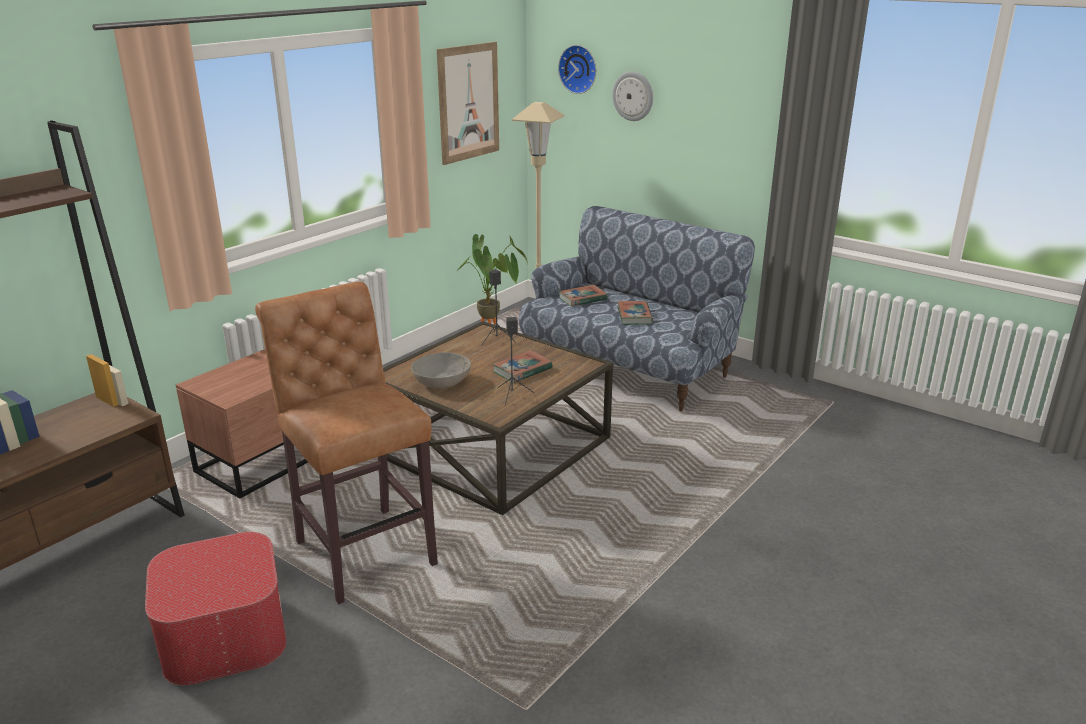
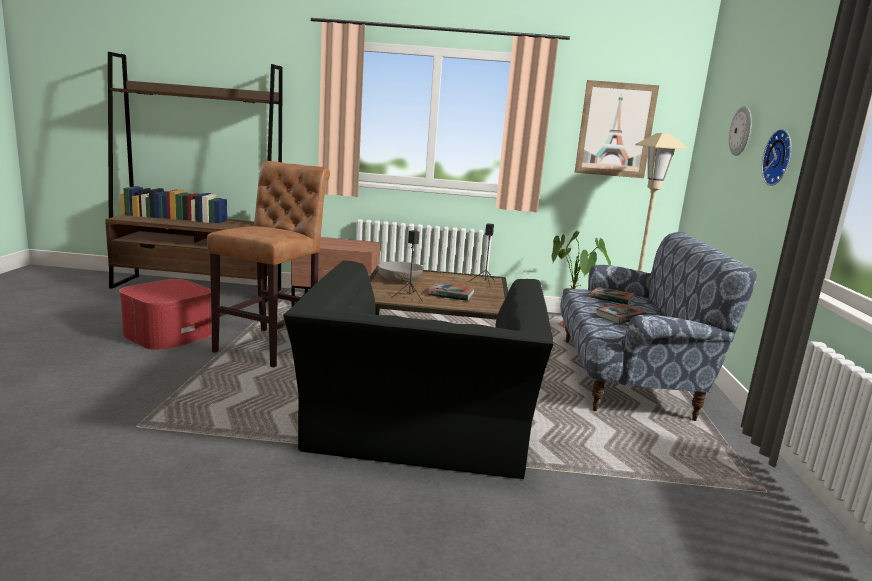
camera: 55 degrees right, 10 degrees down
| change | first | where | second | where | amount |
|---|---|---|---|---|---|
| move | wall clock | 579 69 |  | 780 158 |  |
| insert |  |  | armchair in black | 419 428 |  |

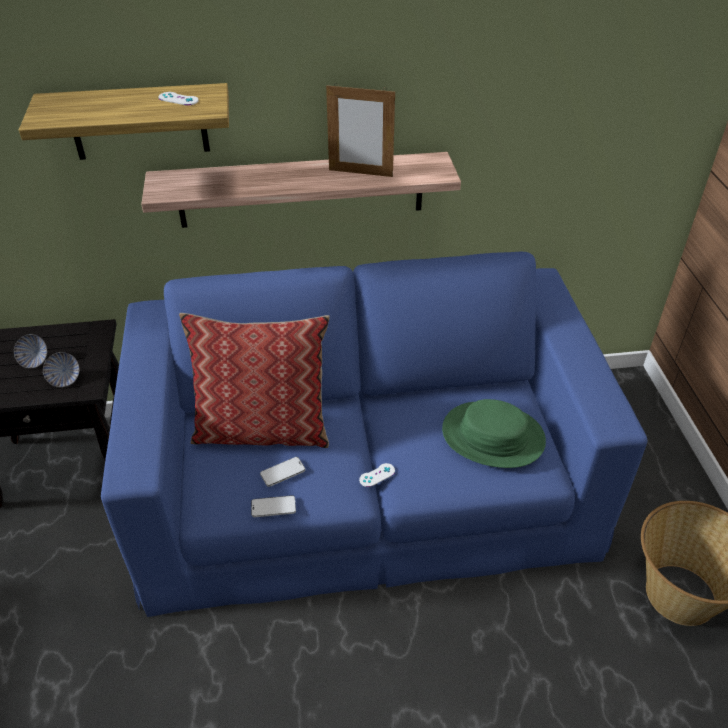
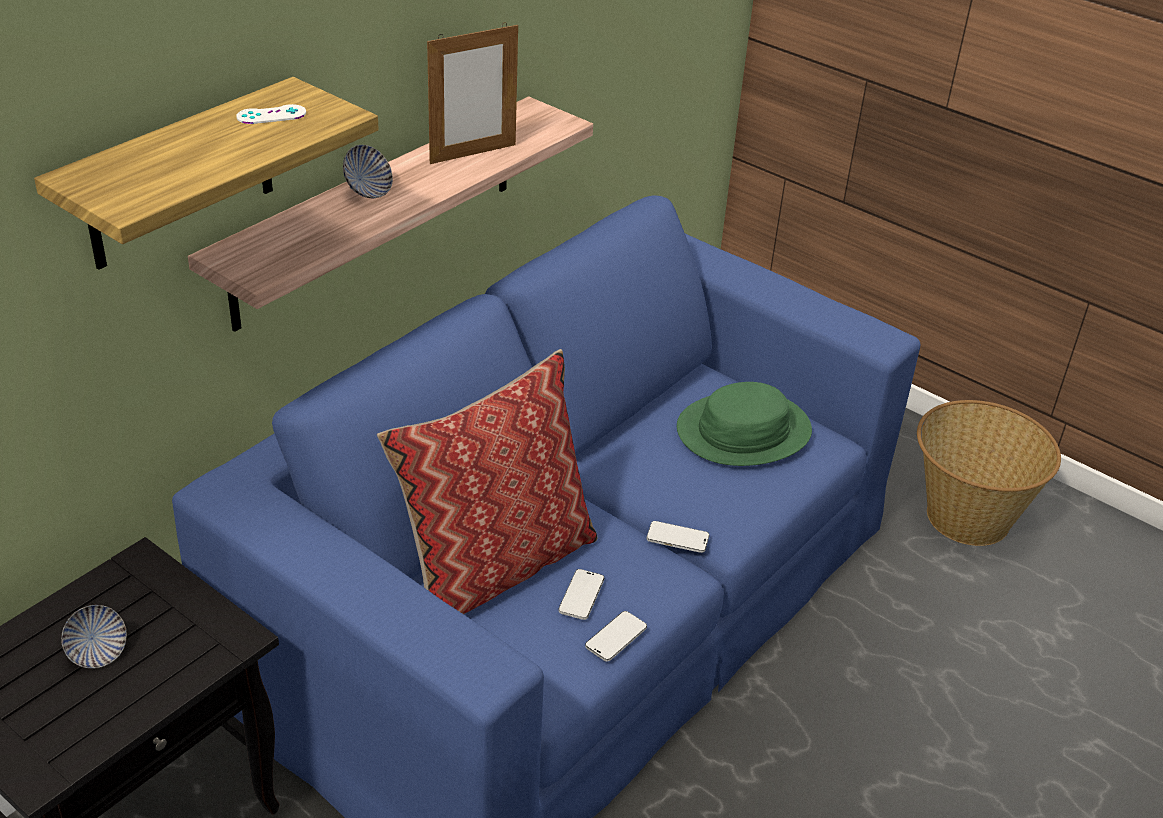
camera: 45 degrees left, 5 degrees down
| change | first | where | second | where | amount |
|---|---|---|---|---|---|
| move | bowl | 65 379 |  | 368 191 |  |
| replace | game controller in white | 377 475 | phone | 677 538 |  |

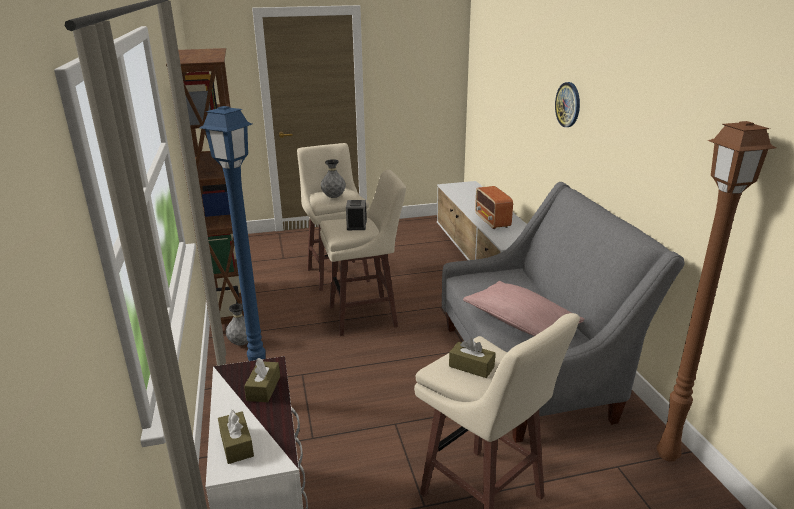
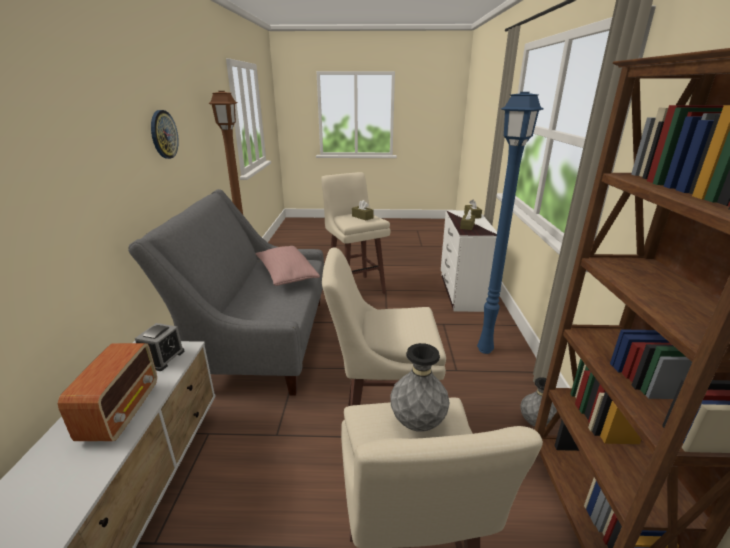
camera: 165 degrees left, 0 degrees up
| change | first | where | second | where | amount |
|---|---|---|---|---|---|
| move | alarm clock | 356 225 |  | 163 358 |  |
| move | wall clock | 568 104 |  | 163 134 |  |

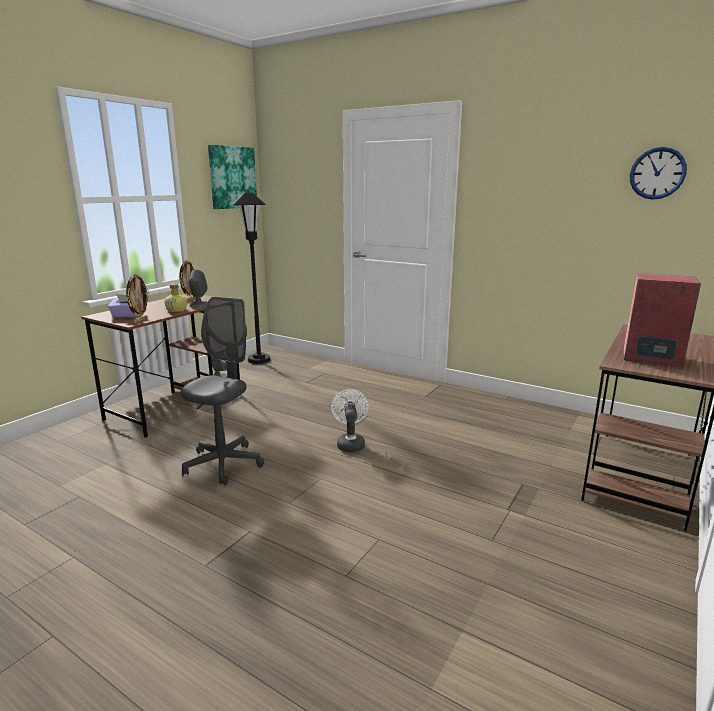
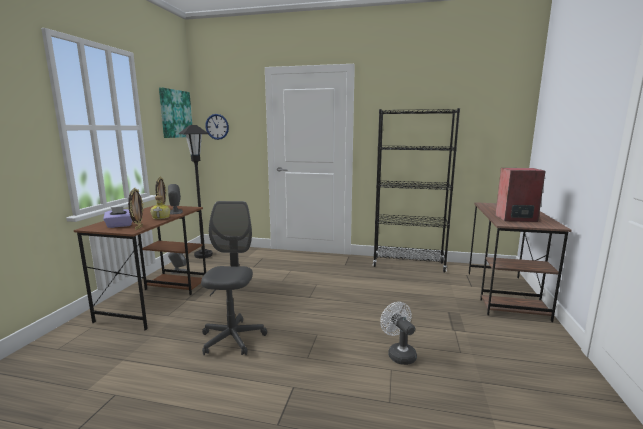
camera: 20 degrees left, 5 degrees down
| change | first | where | second | where | amount |
|---|---|---|---|---|---|
| move | fan in white | 350 443 |  | 399 353 |  |
| move | wall clock | 657 173 |  | 217 126 |  |
| insert |  |  | bookcase in black | 408 265 |  |

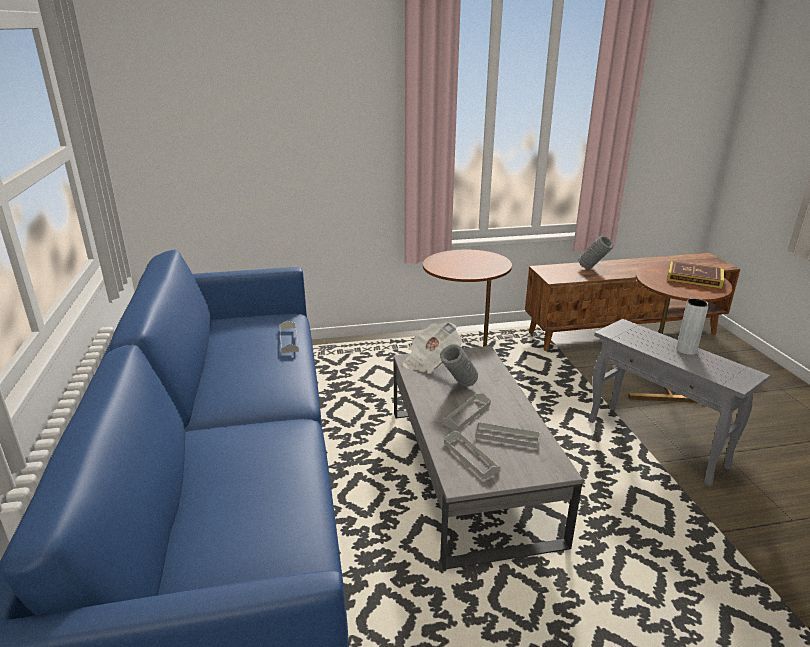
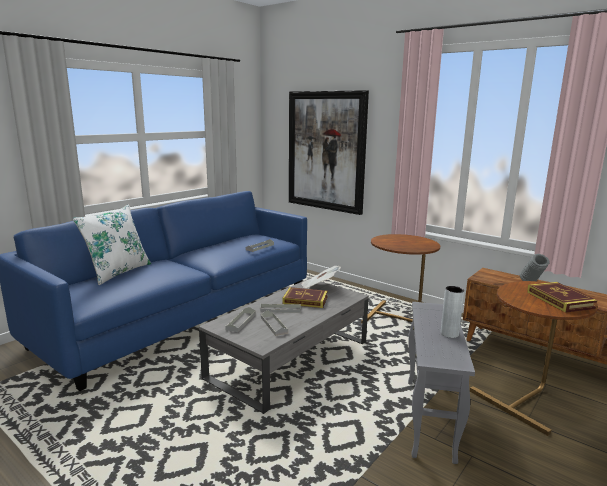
camera: 50 degrees right, 10 degrees down
| change | first | where | second | where | amount |
|---|---|---|---|---|---|
| replace | vase in grey | 458 386 | book | 305 300 |  |
| insert |  |  | pillow in white | 117 272 |  |
| insert |  |  | picture | 326 151 |  |

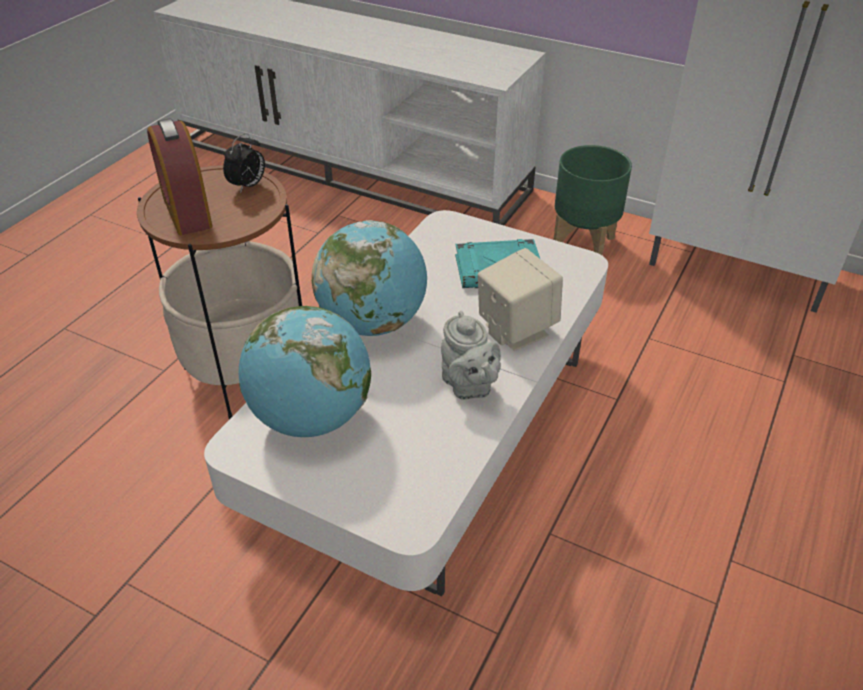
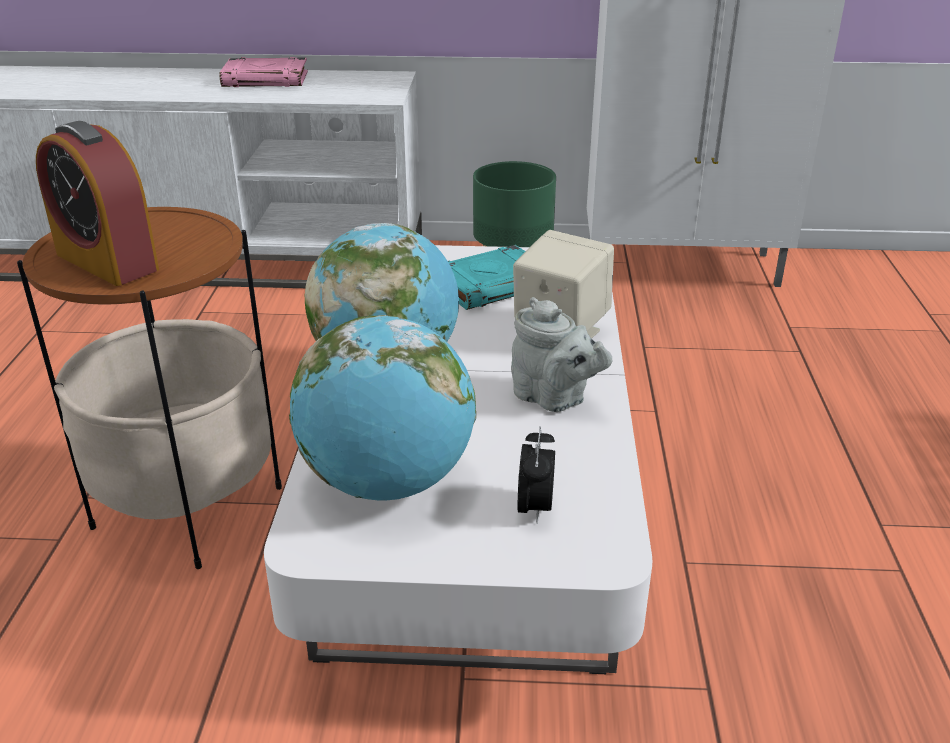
camera: 25 degrees left, 10 degrees down
| change | first | where | second | where | amount |
|---|---|---|---|---|---|
| move | alarm clock | 248 186 |  | 535 508 |  |
| insert |  |  | book in pink | 266 80 |  |

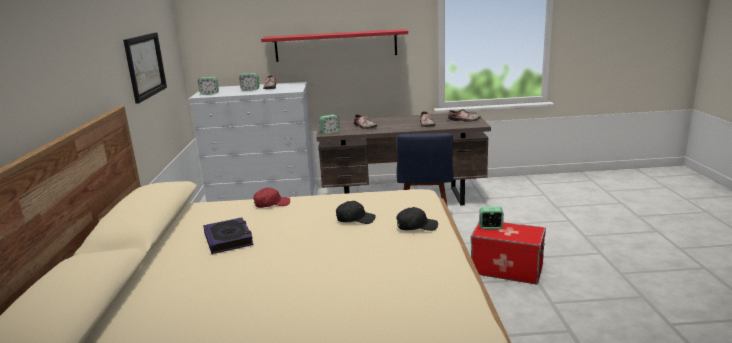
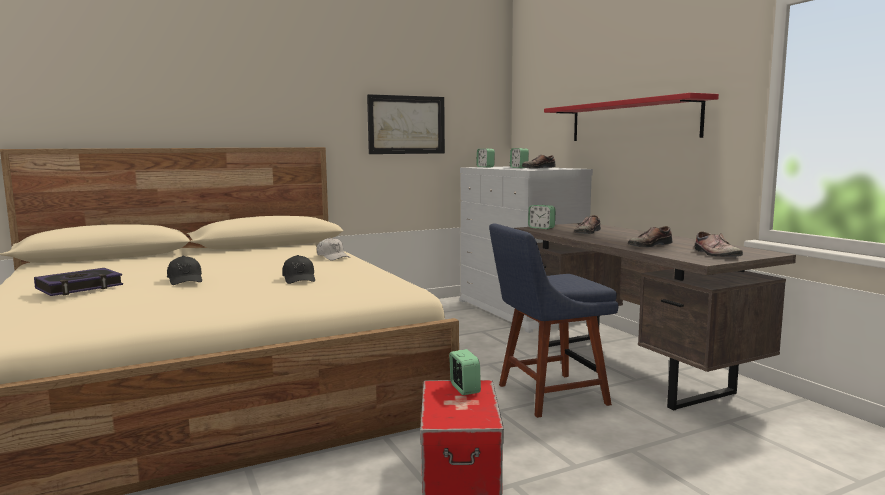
camera: 65 degrees right, 10 degrees down
| change | first | where | second | where | amount |
|---|---|---|---|---|---|
| move | book | 228 239 |  | 79 287 |  |
| recolor | cap in red | 271 204 | cap in white | 333 257 |  |
| move | cap in black | 416 226 |  | 185 280 |  |

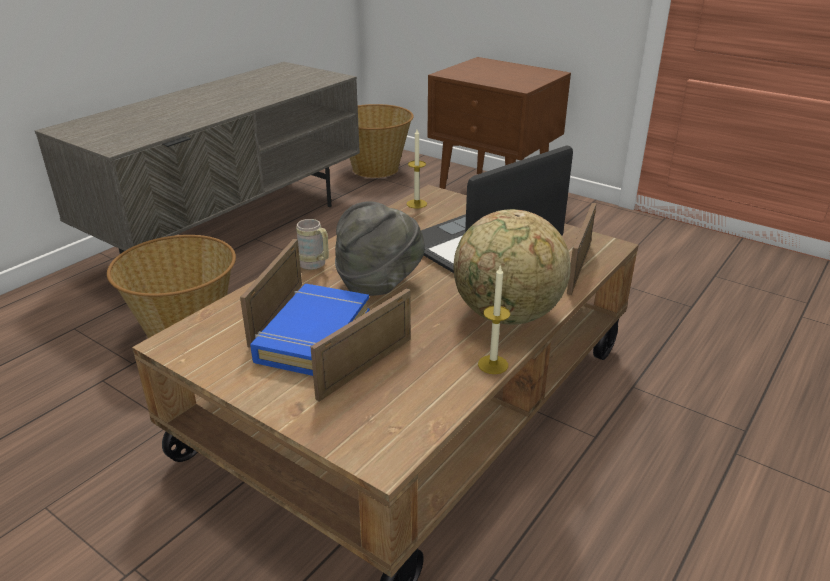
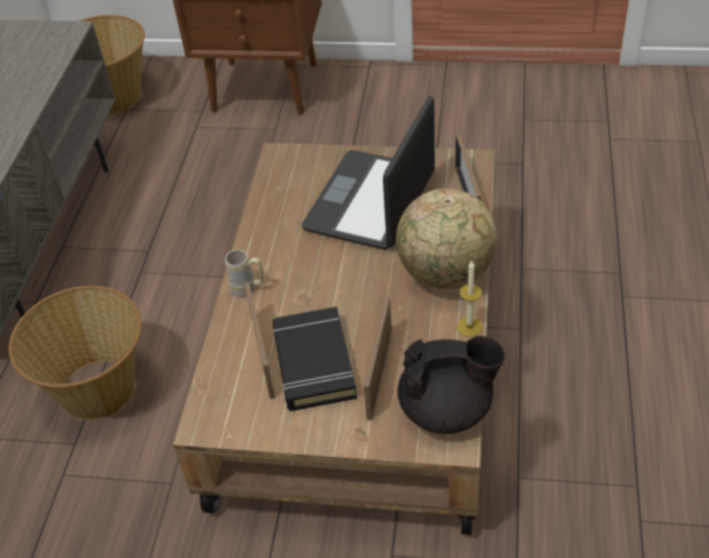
camera: 25 degrees left, 15 degrees up
| change | first | where | second | where | amount |
|---|---|---|---|---|---|
| recolor | book in blue | 313 336 | book in black | 313 364 |  |
| delete | hat in grey | 379 283 |  |  |  |
| delete | candle | 416 204 |  |  |  |
| insert |  |  | teapot in black | 447 409 |  |

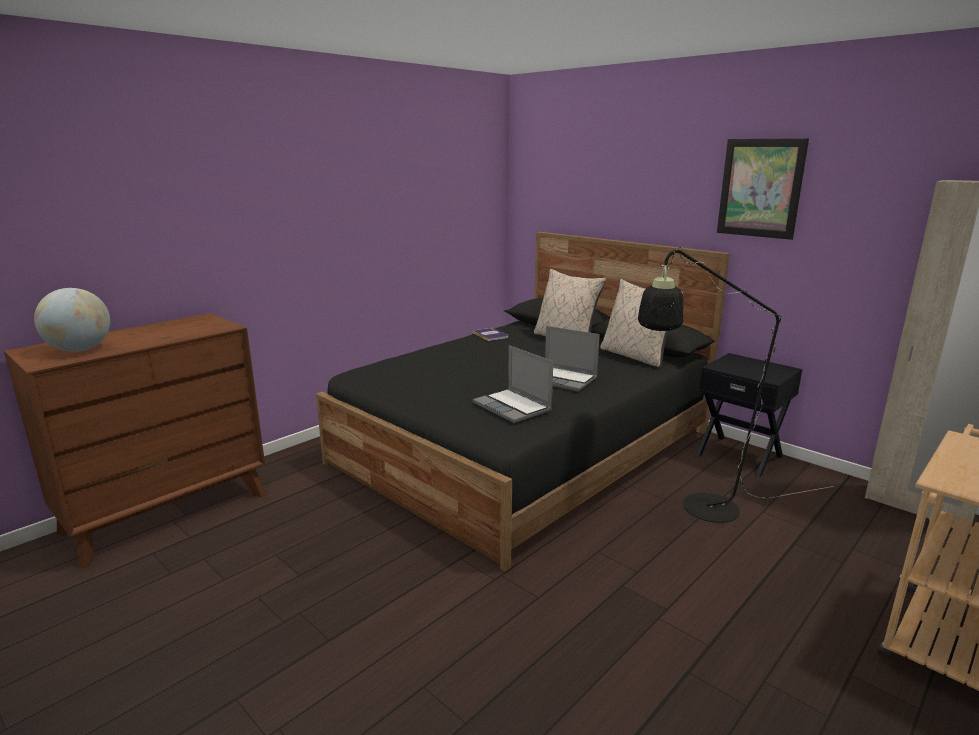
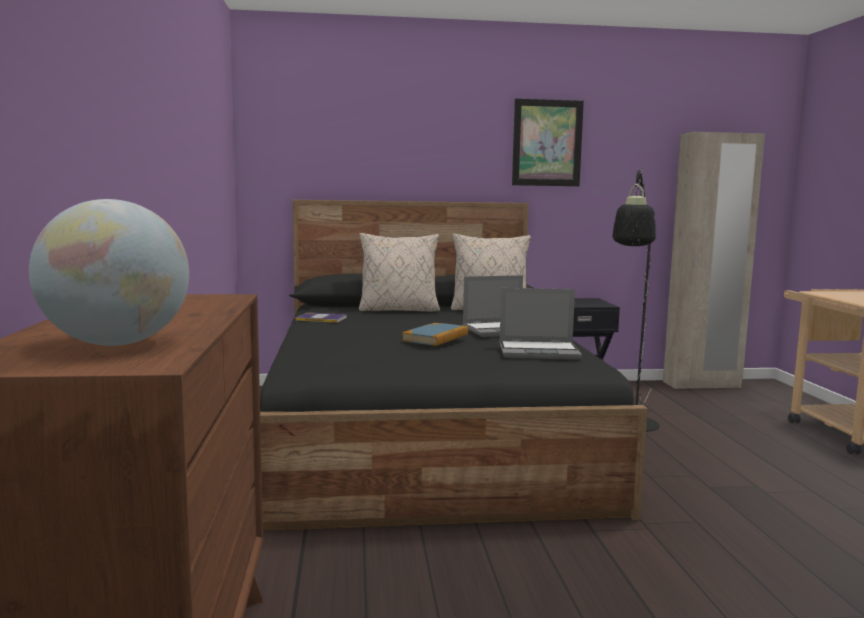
camera: 50 degrees left, 10 degrees down
| change | first | where | second | where | amount |
|---|---|---|---|---|---|
| insert |  |  | book | 436 337 |  |

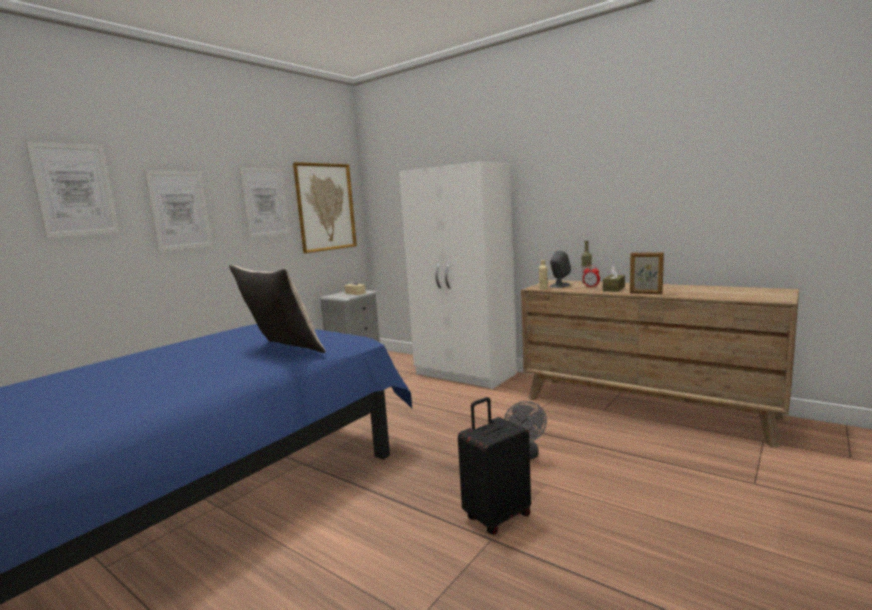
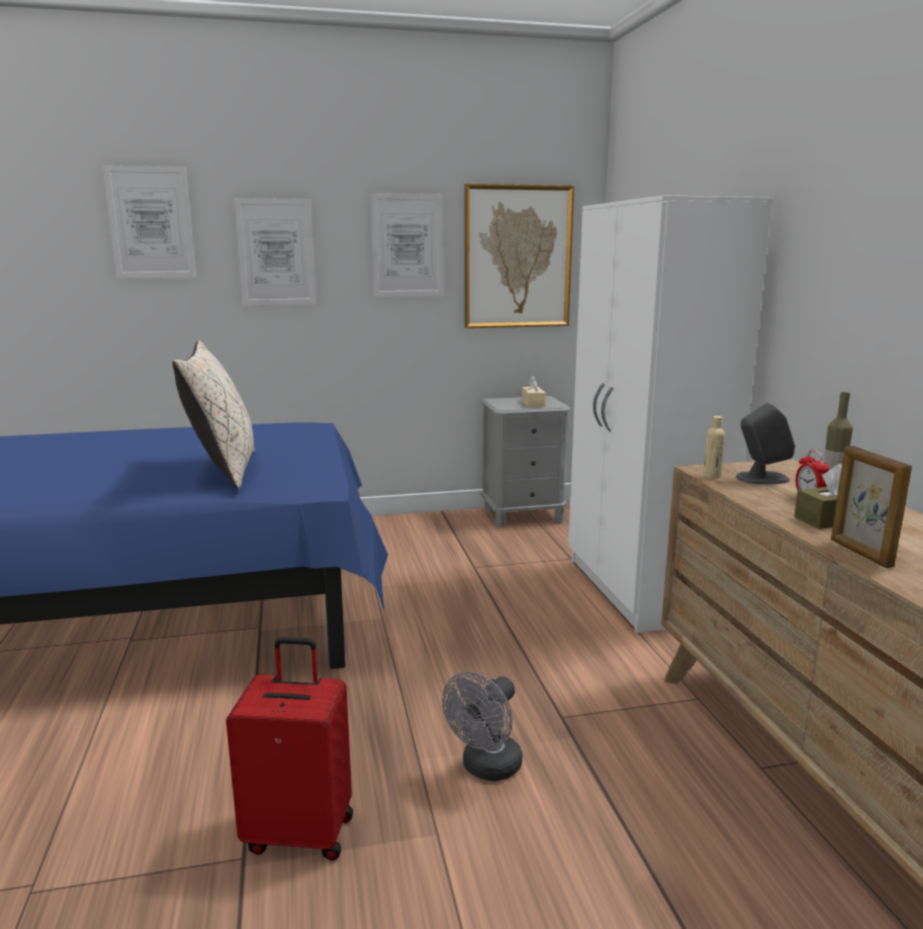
camera: 40 degrees right, 5 degrees up
| change | first | where | second | where | amount |
|---|---|---|---|---|---|
| recolor | suitcase in black | 496 516 | suitcase in red | 300 832 |  |

